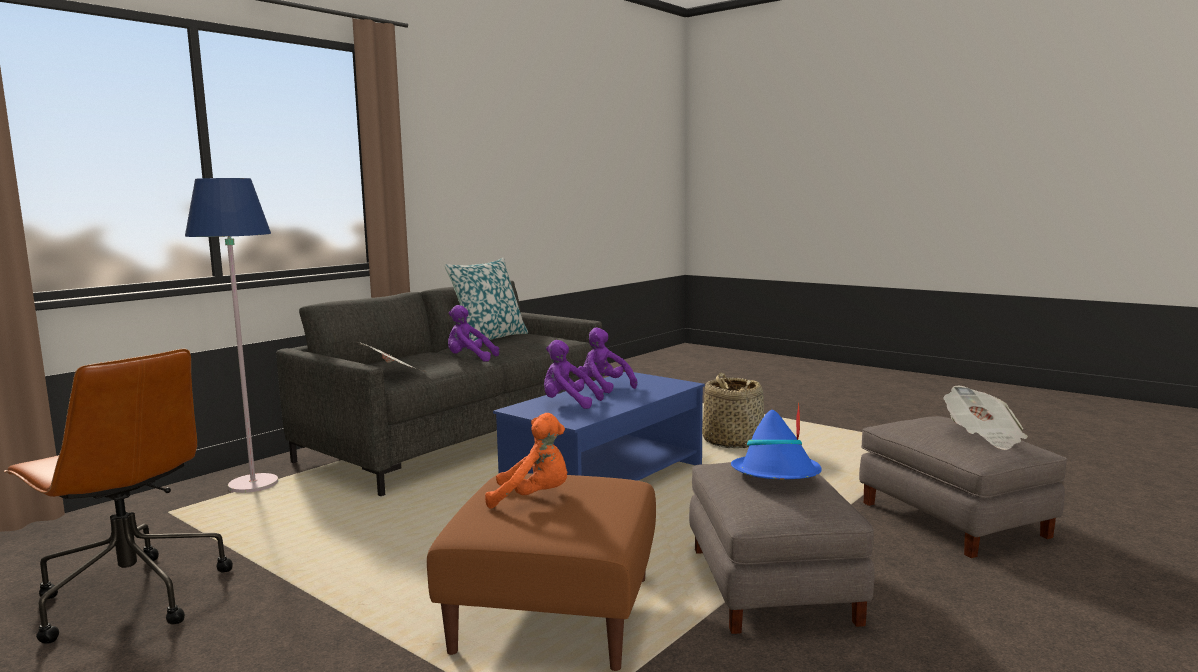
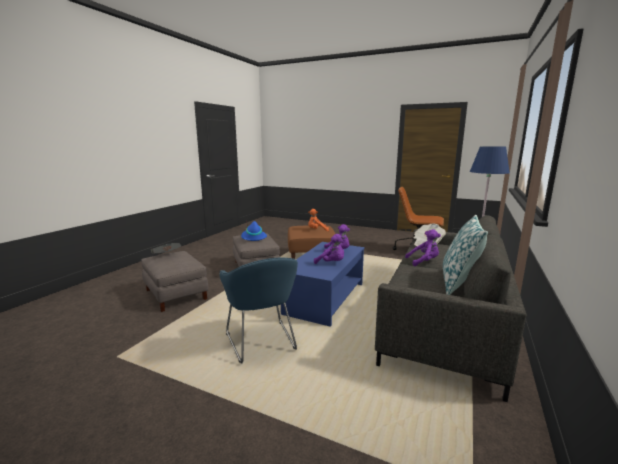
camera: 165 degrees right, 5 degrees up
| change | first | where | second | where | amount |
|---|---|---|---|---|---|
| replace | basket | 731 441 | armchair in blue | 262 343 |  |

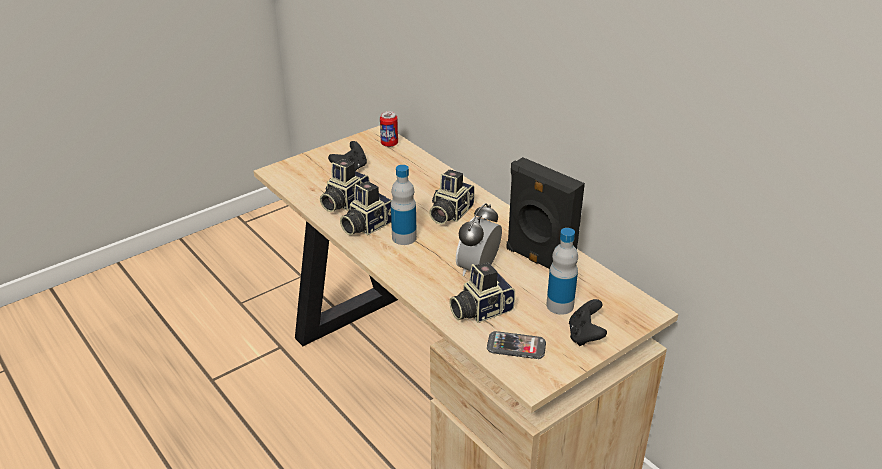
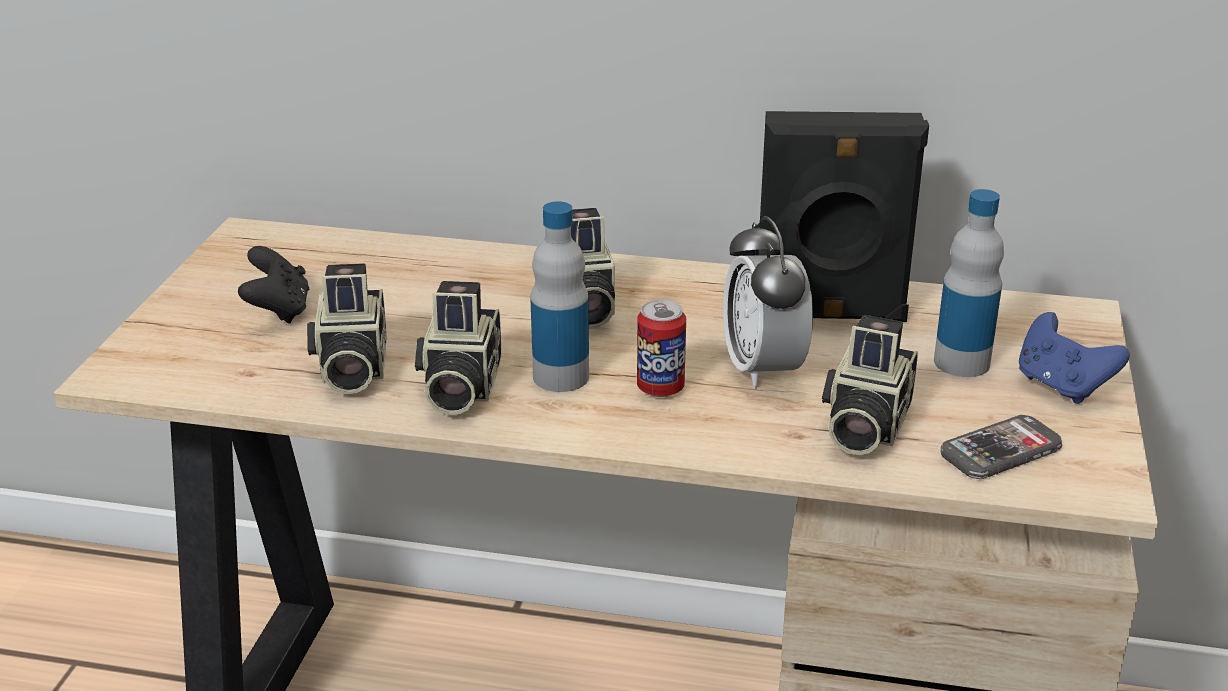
camera: 40 degrees left, 5 degrees down
| change | first | where | second | where | amount |
|---|---|---|---|---|---|
| move | can | 389 144 |  | 660 388 |  |
| recolor | game controller in black | 585 336 | game controller in blue | 1061 386 |  |

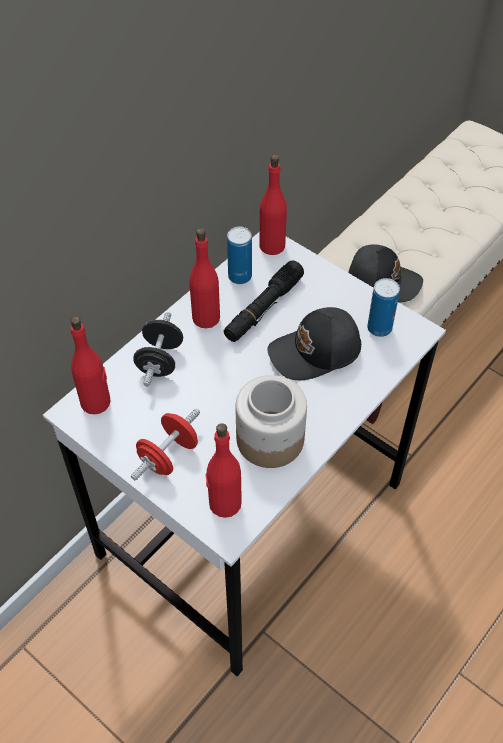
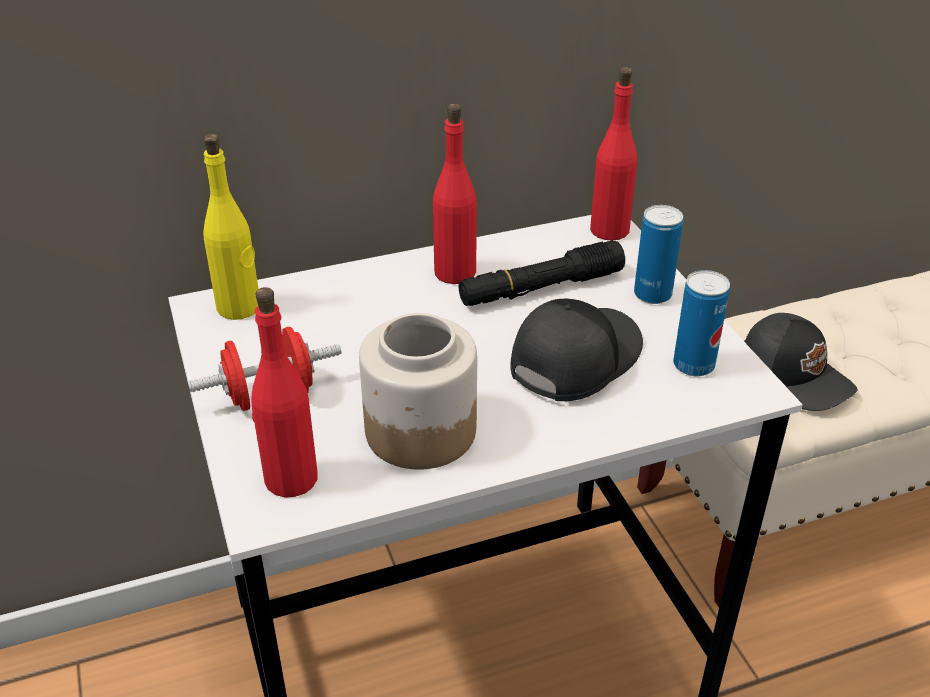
camera: 30 degrees right, 15 degrees down
| change | first | where | second | where | amount |
|---|---|---|---|---|---|
| recolor | bottle in red | 96 402 | bottle in yellow | 239 307 |  |
| delete | dumbbell in black | 160 361 |  |  |  |
| move | can | 240 276 |  | 652 294 |  |
| rotate | cap in black | 316 353 |  | 573 359 | 120 degrees clockwise |

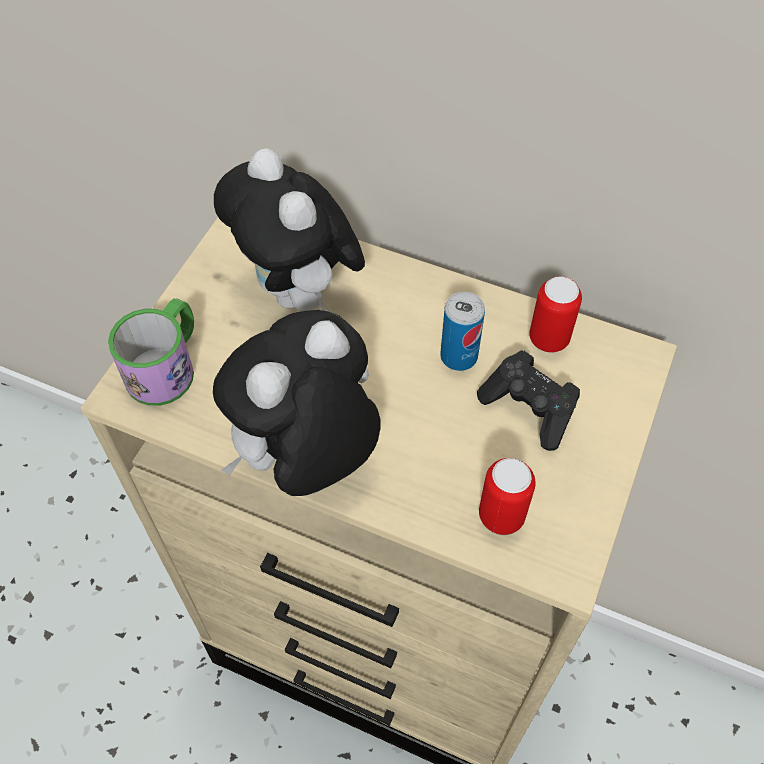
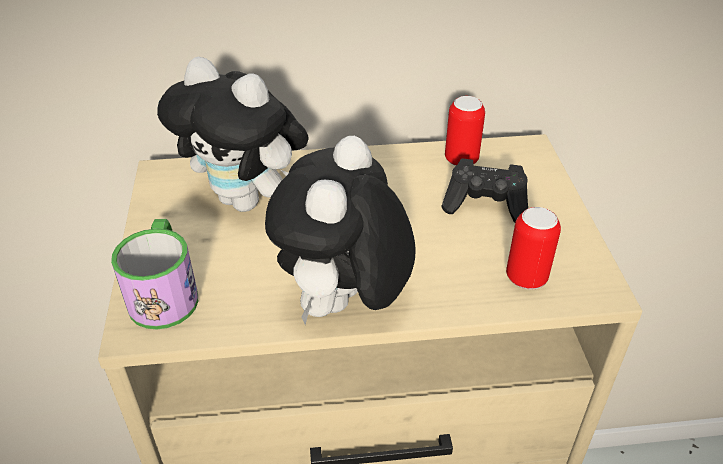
camera: 30 degrees left, 15 degrees down
| change | first | where | second | where | amount |
|---|---|---|---|---|---|
| delete | can | 459 356 |  |  |  |

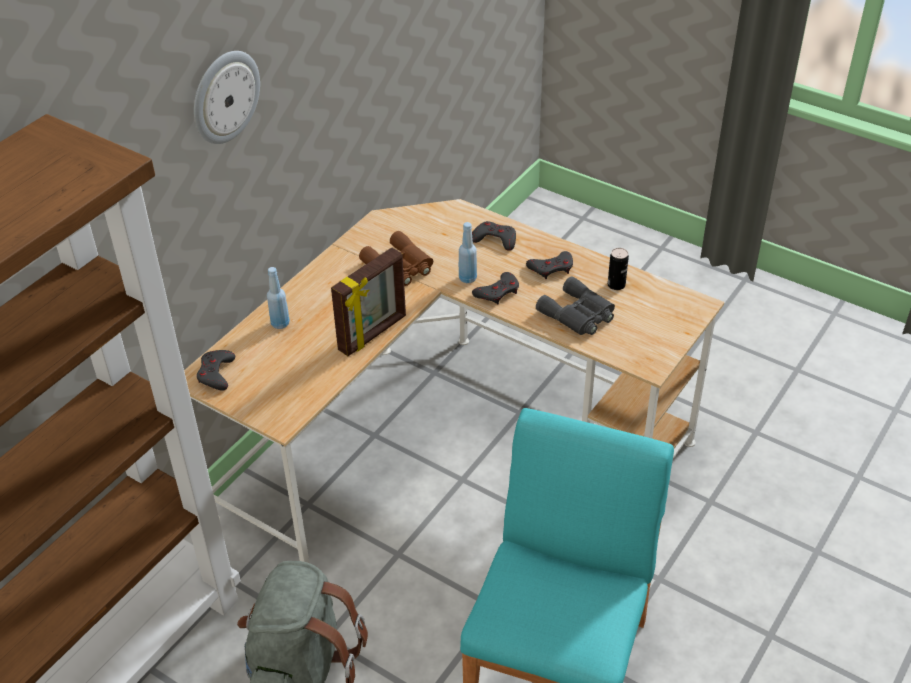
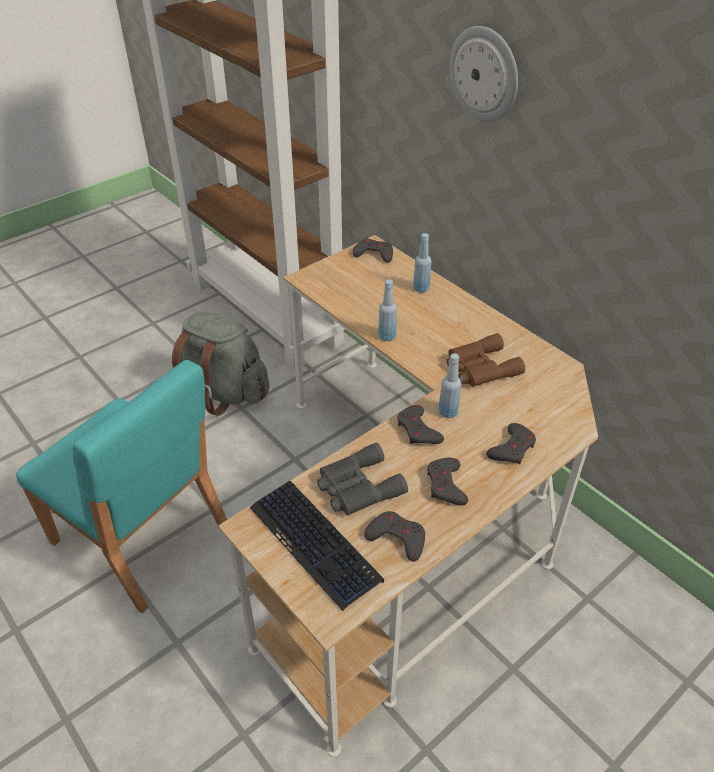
camera: 105 degrees right, 0 degrees up
| change | first | where | second | where | amount |
|---|---|---|---|---|---|
| replace | picture frame | 373 334 | bottle in blue | 387 336 |  |
| replace | can | 616 285 | game controller in grey | 397 538 |  |
| insert |  |  | keyboard | 315 543 |  |

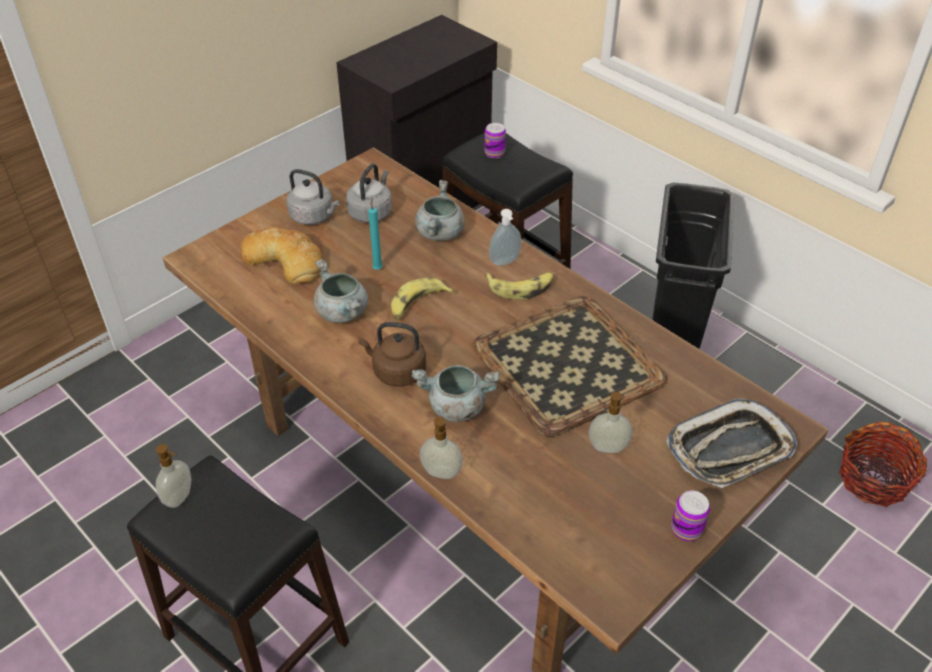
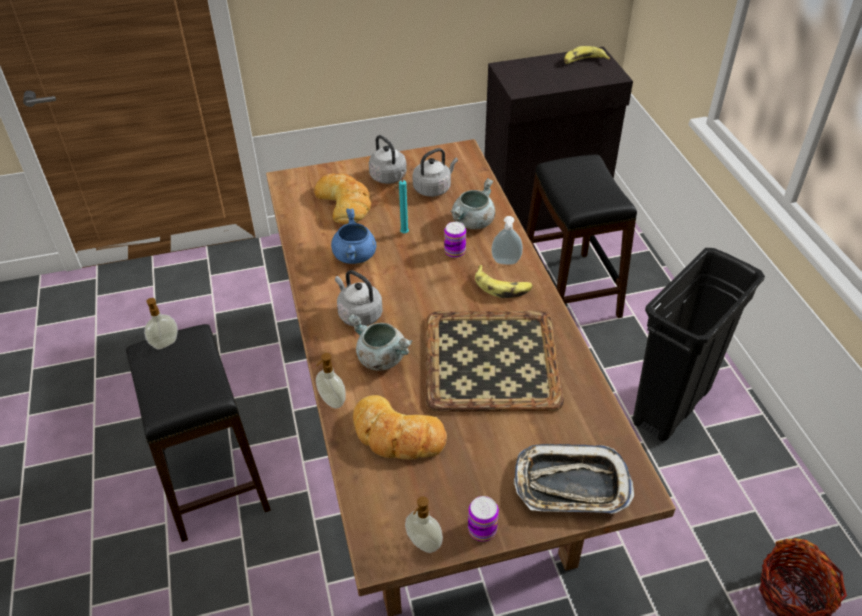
camera: 30 degrees right, 0 degrees up
| change | first | where | second | where | amount |
|---|---|---|---|---|---|
| recolor | cooking pot in grey | 343 313 | cooking pot in blue | 355 256 |  |
| recolor | kettle in brown | 396 372 | kettle in grey | 358 314 |  |
| move | banana | 417 304 |  | 583 61 |  |
| move | can | 494 153 |  | 455 251 |  |
| move | soap dispenser | 607 448 |  | 423 544 |  |
| insert |  |  | bread | 397 435 |  |

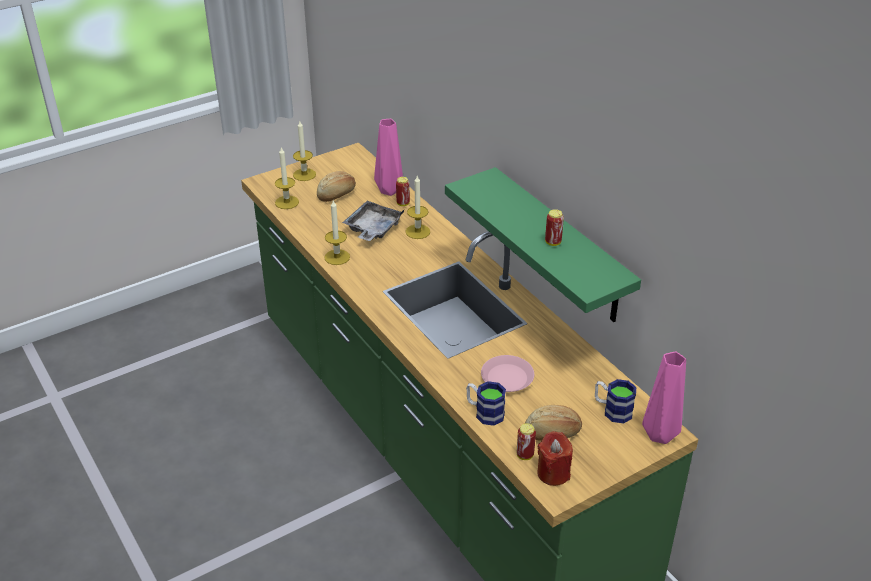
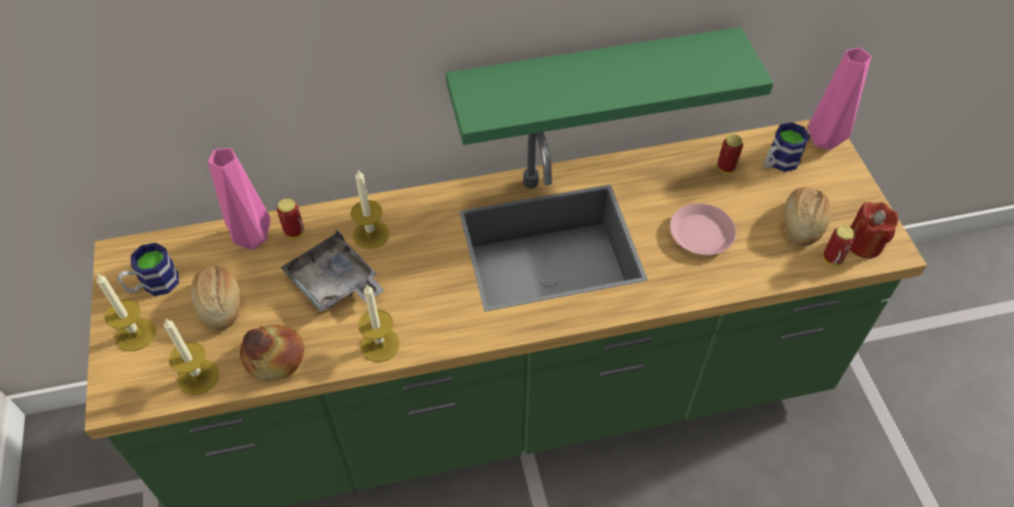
camera: 70 degrees left, 15 degrees up
| change | first | where | second | where | amount |
|---|---|---|---|---|---|
| move | mug | 484 412 |  | 153 285 |  |
| move | can | 553 242 |  | 726 168 |  |
| insert |  |  | bread | 274 357 |  |

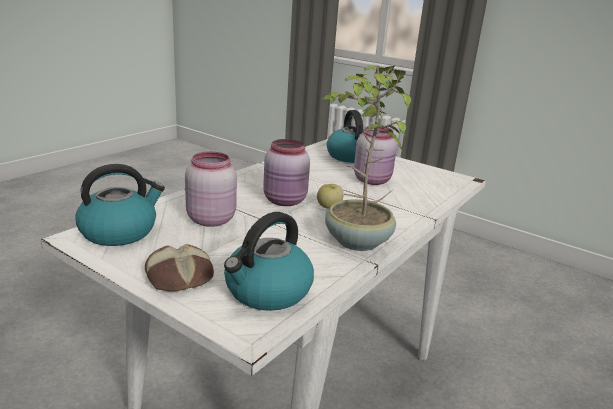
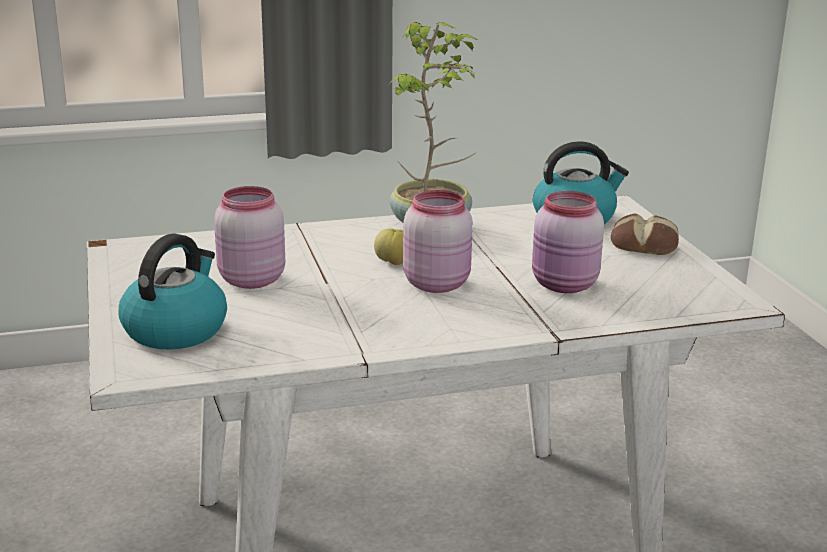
camera: 140 degrees left, 0 degrees up
| change | first | where | second | where | amount |
|---|---|---|---|---|---|
| delete | kettle | 119 231 |  |  |  |

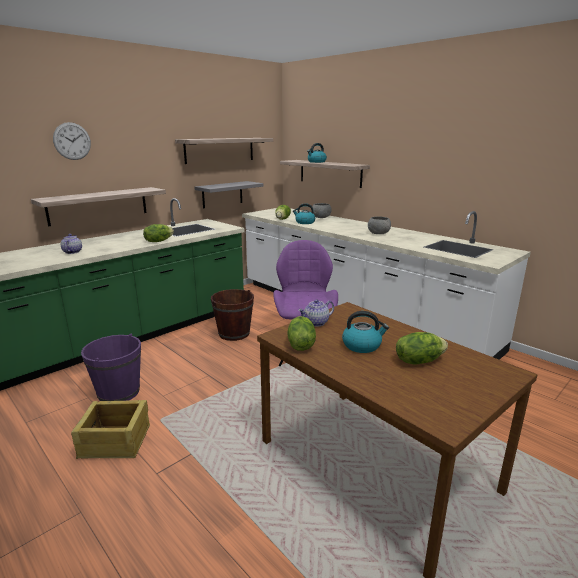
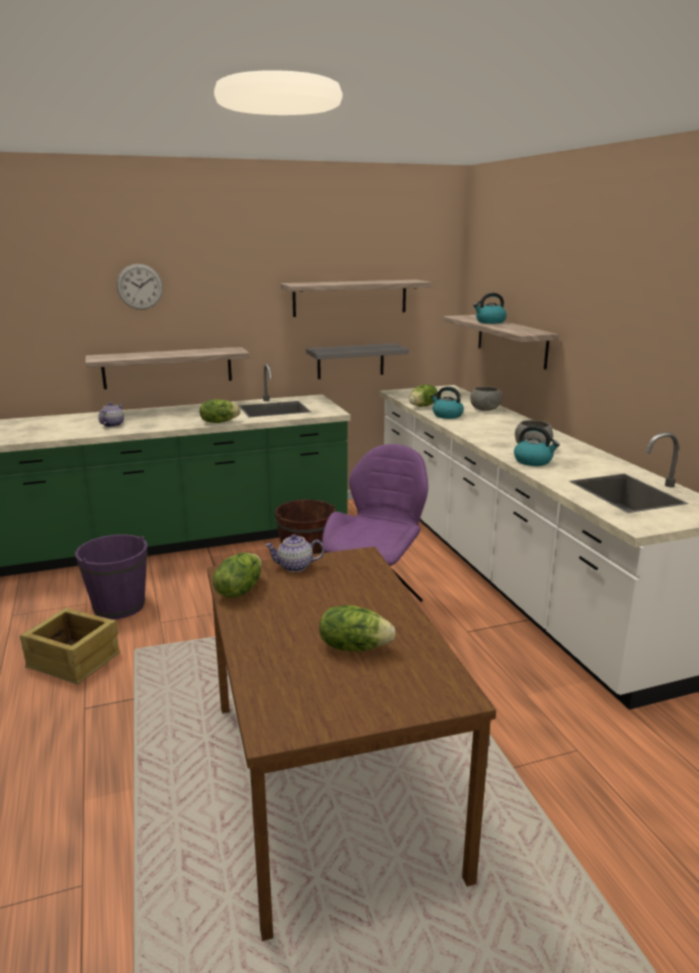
camera: 25 degrees right, 0 degrees up
| change | first | where | second | where | amount |
|---|---|---|---|---|---|
| move | kettle | 362 345 |  | 533 461 |  |

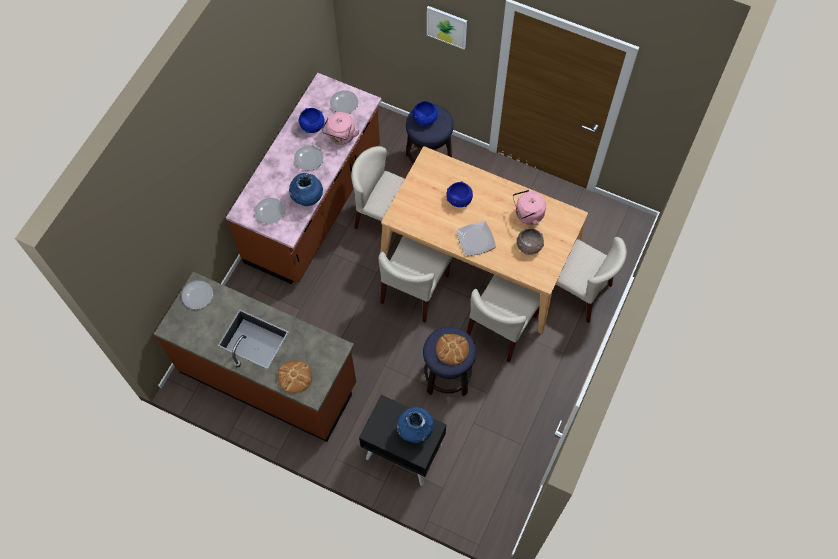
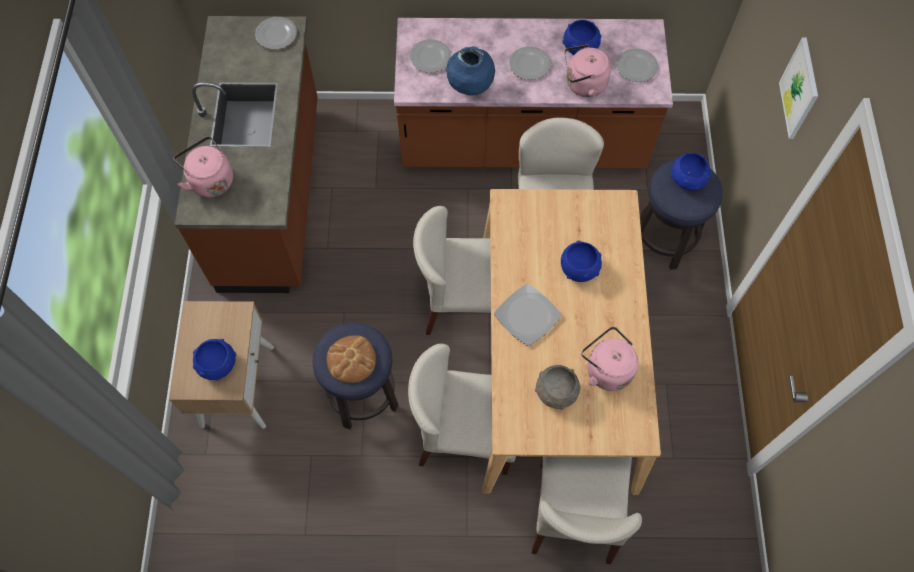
camera: 65 degrees right, 0 degrees up
| change | first | where | second | where | amount |
|---|---|---|---|---|---|
| replace | bread | 295 377 | kettle in pink | 210 180 |  |
| recolor | nightstand in black | 403 451 | nightstand in beige | 237 385 |  |
| replace | vase in blue | 415 431 | bowl in blue | 217 364 |  |

